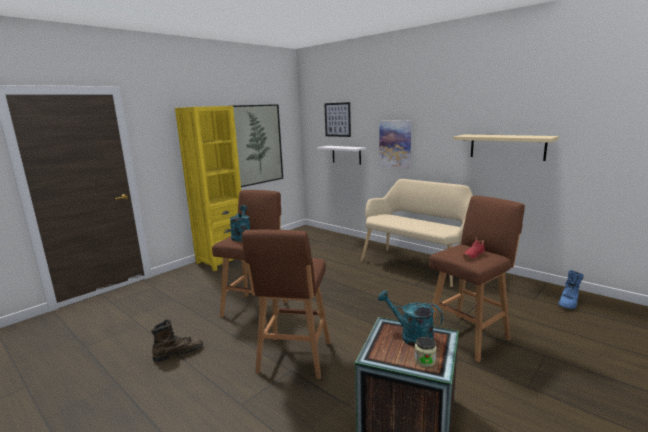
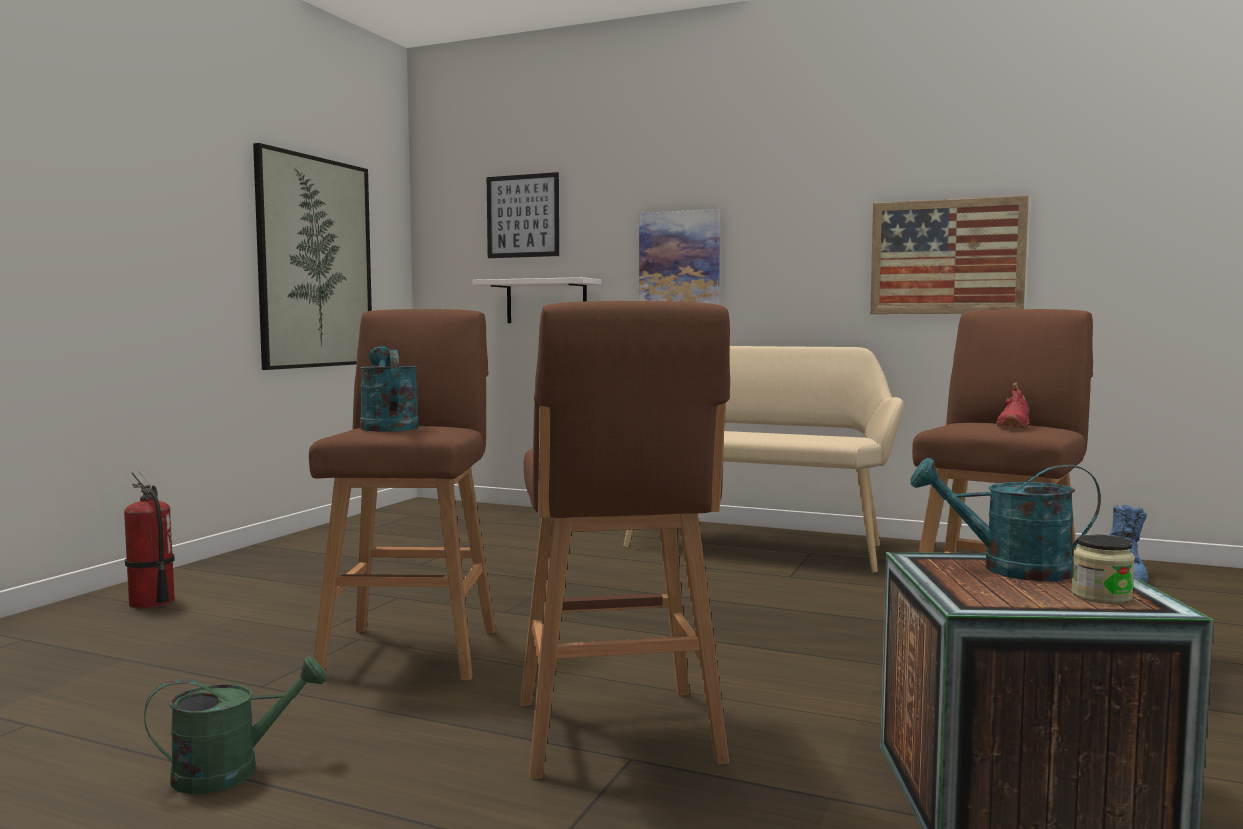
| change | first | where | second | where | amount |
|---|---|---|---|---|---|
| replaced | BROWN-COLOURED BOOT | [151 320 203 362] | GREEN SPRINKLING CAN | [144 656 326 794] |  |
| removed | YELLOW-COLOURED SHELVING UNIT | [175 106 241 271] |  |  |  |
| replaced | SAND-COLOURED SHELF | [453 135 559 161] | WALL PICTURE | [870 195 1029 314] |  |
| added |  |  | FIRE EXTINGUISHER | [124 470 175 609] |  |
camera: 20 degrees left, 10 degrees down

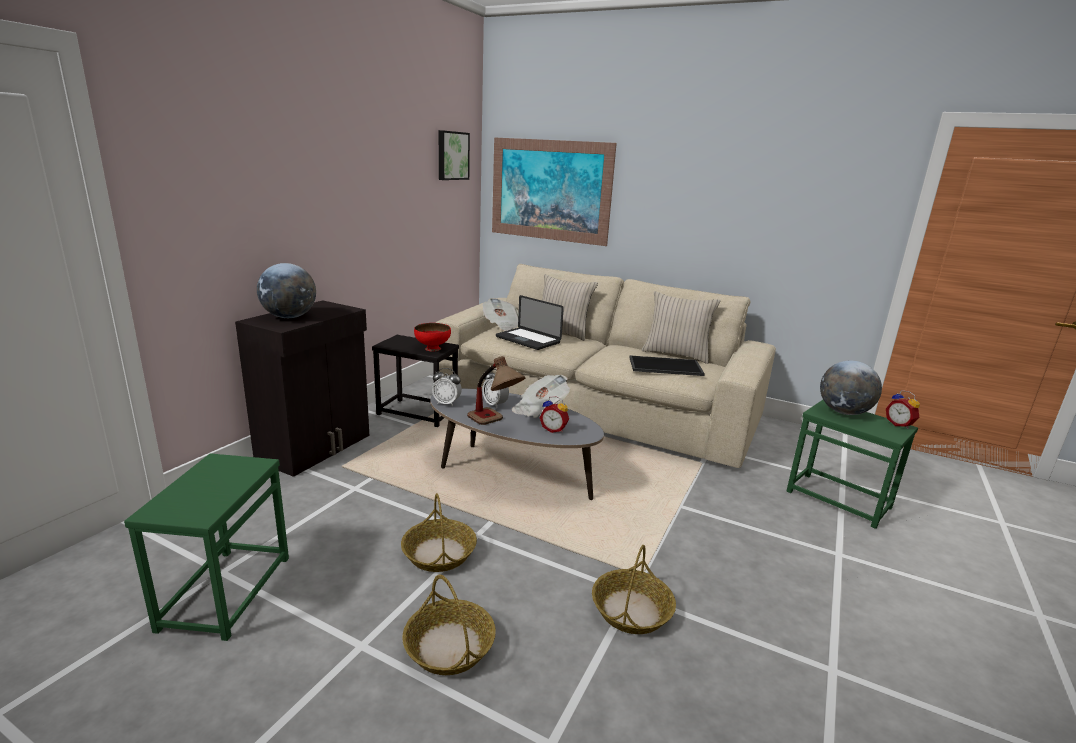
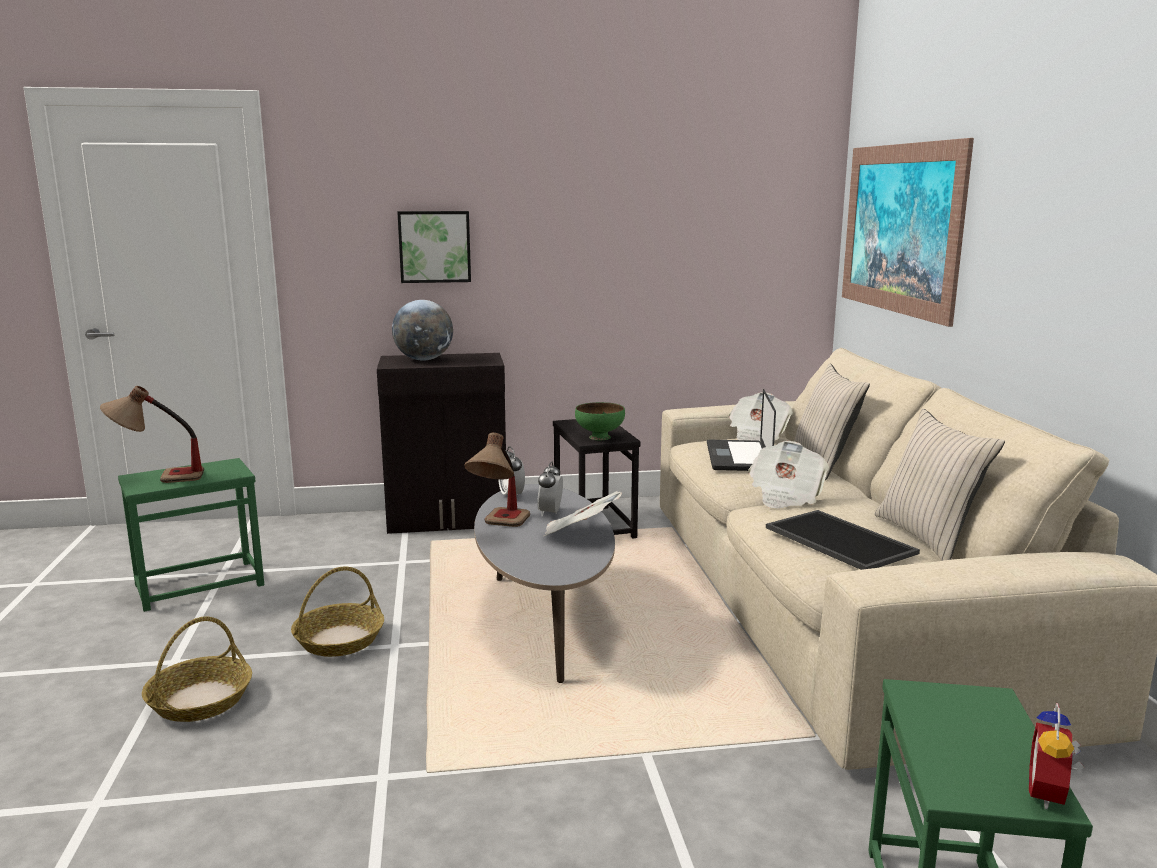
| change | first | where | second | where | amount |
|---|---|---|---|---|---|
| recoloured | RED BOWL | [414 323 451 352] | GREEN BOWL | [575 402 625 441] |  |
| moved | WALL PICTURE | [439 130 470 180] |  | [397 211 471 283] |  |
| removed | TABLE CLOCK | [539 396 569 433] |  |  |  |
| removed | BASKET | [592 545 676 634] |  |  |  |
| removed | GLOBE | [820 361 882 415] |  |  |  |
| added |  |  | LAMP FOR A TABLE | [100 386 204 483] |  |
| added |  |  | PRINTED PAPER | [748 441 829 508] |  |
camera: 55 degrees right, 5 degrees down

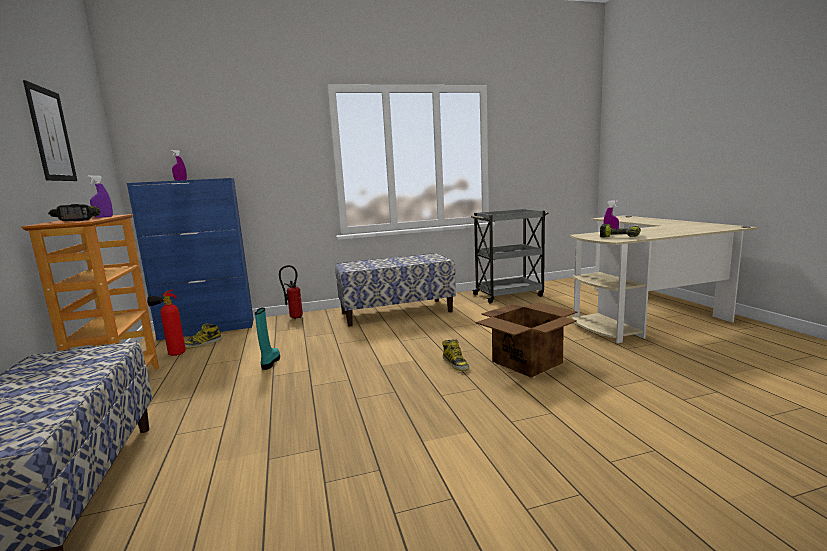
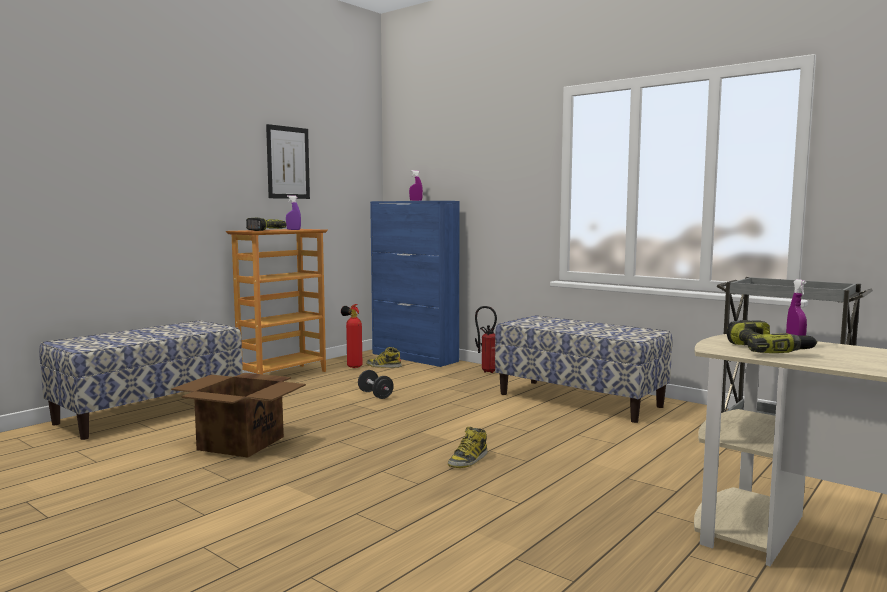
| change | first | where | second | where | amount |
|---|---|---|---|---|---|
| replaced | TURQUOISE-COLOURED BOOT | [255 308 280 370] | BLACKISH HAND WEIGHT | [358 370 394 399] |  |
| moved | CARDBOARD BOX | [476 302 577 378] |  | [171 373 306 458] |  |
camera: 55 degrees right, 5 degrees down

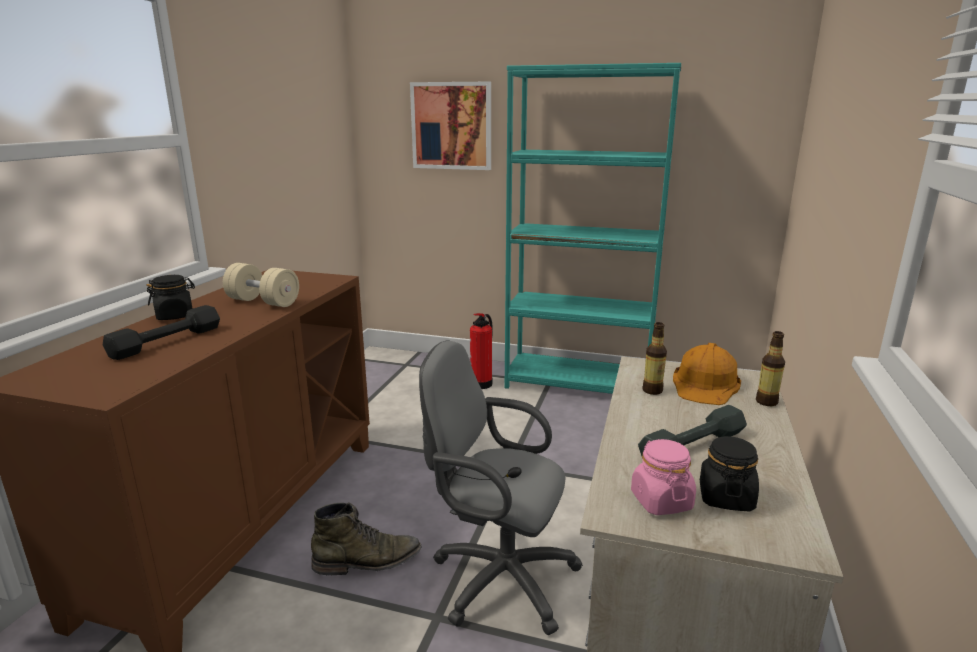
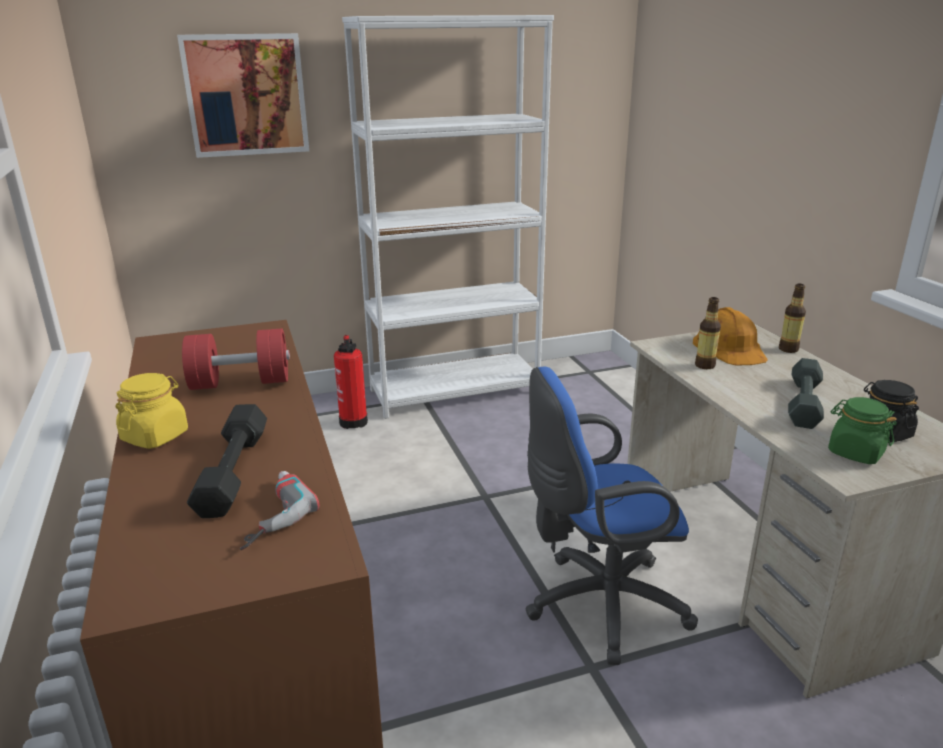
| change | first | where | second | where | amount |
|---|---|---|---|---|---|
| recoloured | BLACKISH PRESERVE JAR | [146 275 195 320] | YELLOW-COLOURED PRESERVE JAR | [115 373 188 449] |  |
| recoloured | SAND-COLOURED HAND WEIGHT | [223 263 299 307] | RED HAND WEIGHT | [182 328 290 390] |  |
| removed | GREEN BOOT | [311 502 421 575] |  |  |  |
| recoloured | GREY DESK CHAIR | [419 340 583 635] | BLUISH DESK CHAIR | [526 367 698 665] |  |
| recoloured | TURQUOISE-COLOURED SHELVING UNIT | [505 63 681 394] | WHITE SHELVING UNIT | [342 15 554 419] |  |
| recoloured | PINKISH PRESERVE JAR | [631 439 696 515] | GREEN PRESERVE JAR | [828 397 897 464] |  |
| added |  |  | POWER DRILL | [240 471 320 550] |  |
camera: 35 degrees left, 5 degrees up

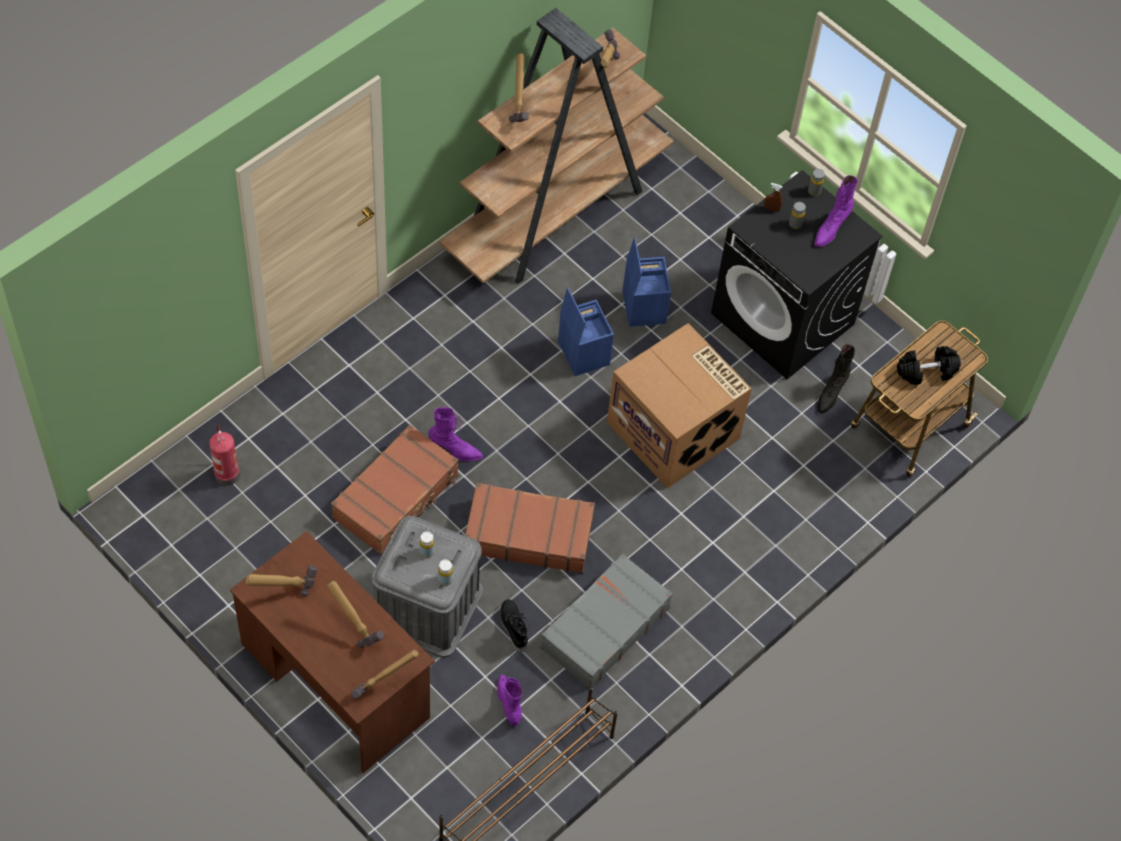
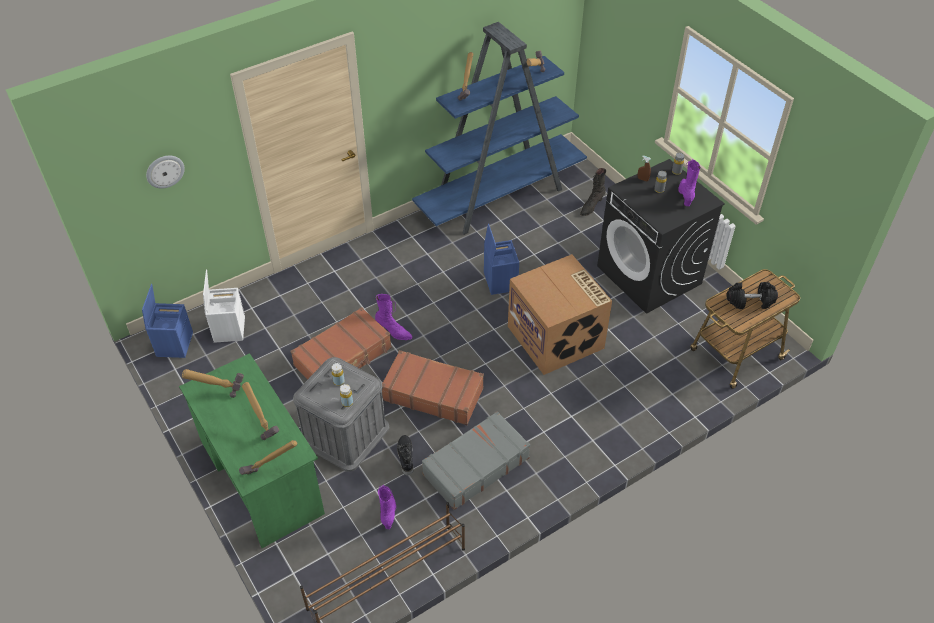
| change | first | where | second | where | amount |
|---|---|---|---|---|---|
| replaced | FIRE EXTINGUISHER | [209 425 239 486] | WHITE STORAGE CONTAINER | [203 270 245 343] |  |
| recoloured | BROWN-COLOURED DESK TABLE | [230 531 435 773] | GREEN DESK TABLE | [179 353 325 548] |  |
| recoloured | BROWN-COLOURED SHELVING UNIT | [439 8 674 284] | BLUISH SHELVING UNIT | [412 22 587 235] |  |
| moved | BLUISH STORAGE CONTAINER | [623 237 671 327] |  | [142 284 193 358] |  |
| turned | PURPLE BOOT | [814 175 857 247] |  | [678 159 700 206] | 135 degrees clockwise |
| moved | BLACKISH BOOT | [818 344 855 413] |  | [580 168 606 216] |  |
| added |  |  | WALL CLOCK | [146 156 185 189] |  |
camera: 15 degrees right, 10 degrees down

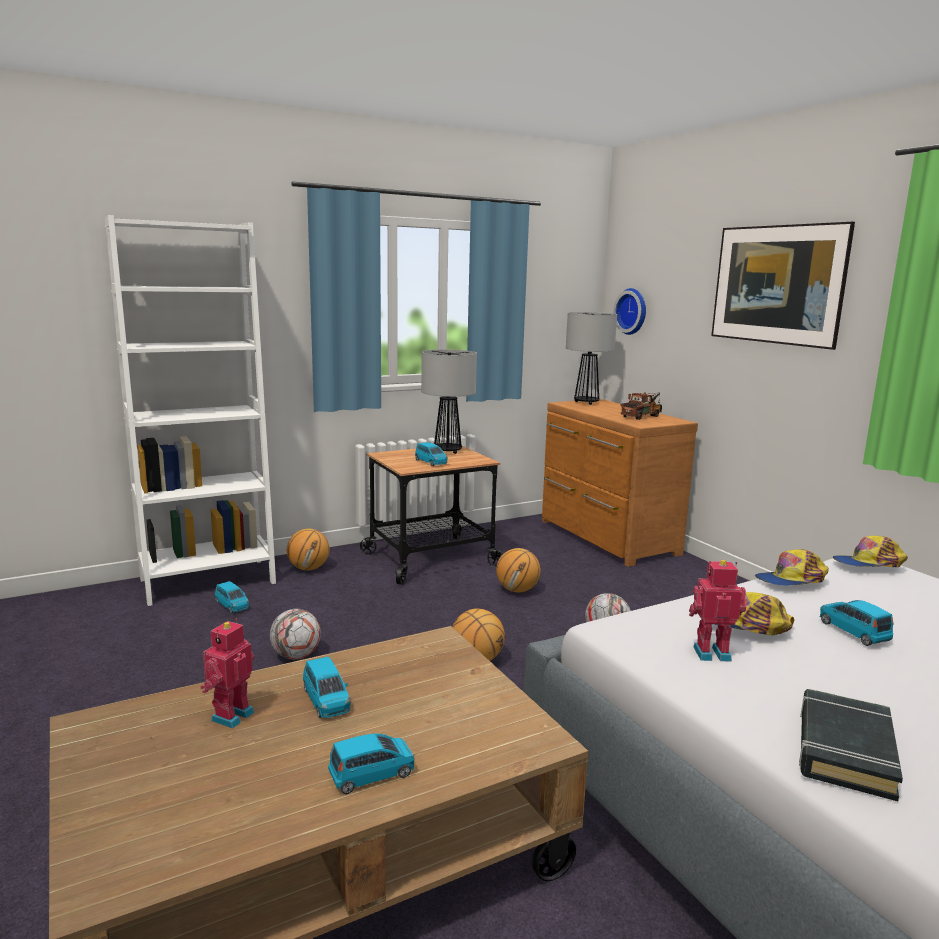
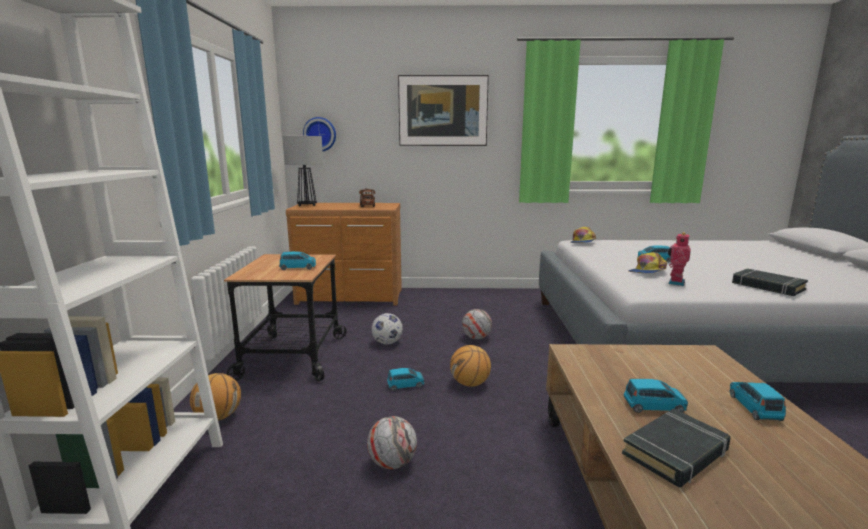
| change | first | where | second | where | amount |
|---|---|---|---|---|---|
| replaced | MODEL ROBOT | [200 619 254 729] | BLACKISH BOOK | [622 409 730 487] |  |
| moved | BLUISH MINIATURE CAR | [215 581 249 613] |  | [387 368 424 391] |  |
| removed | LAMP FOR A TABLE | [421 349 477 454] |  |  |  |
| replaced | BASKETBALL BALL | [496 548 541 592] | FOOTBALL BALL | [371 313 403 344] |  |
| removed | BASEBALL CAP | [755 549 829 586] |  |  |  |
camera: 60 degrees left, 0 degrees up

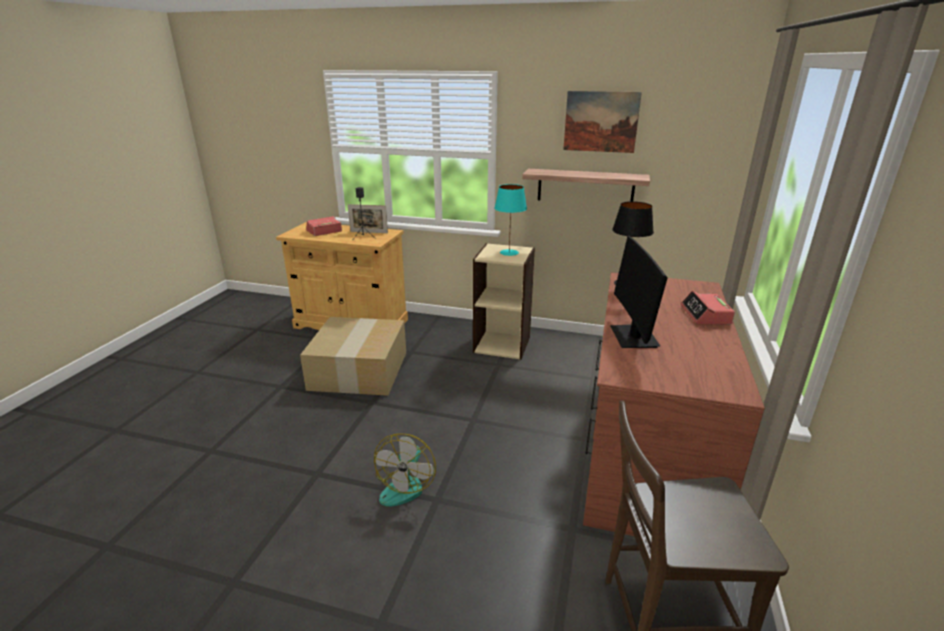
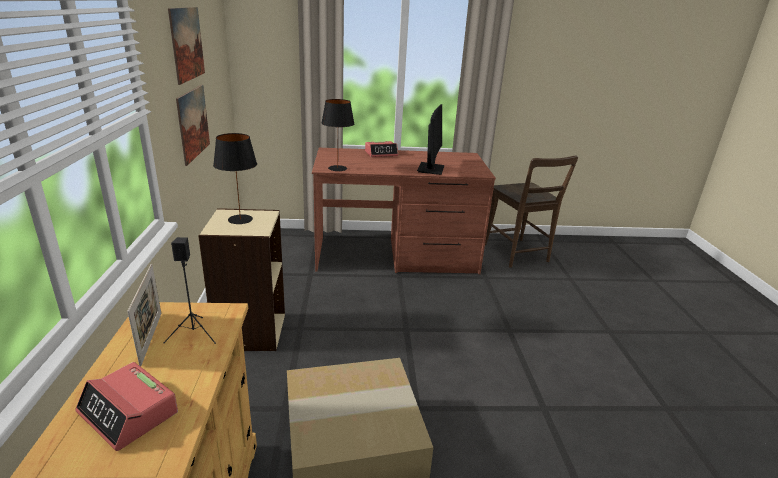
| change | first | where | second | where | amount |
|---|---|---|---|---|---|
| removed | COOLING FAN | [374 434 436 507] |  |  |  |
| recoloured | TURQUOISE-COLOURED LAMP FOR A TABLE | [494 184 527 256] | BLACKISH LAMP FOR A TABLE | [213 133 257 224] |  |
| replaced | SHELF | [522 169 650 201] | WALL PICTURE | [176 85 210 166] |  |
| turned | MONITOR | [610 236 667 348] |  | [417 104 444 175] | 60 degrees counterclockwise |
camera: 110 degrees left, 0 degrees up

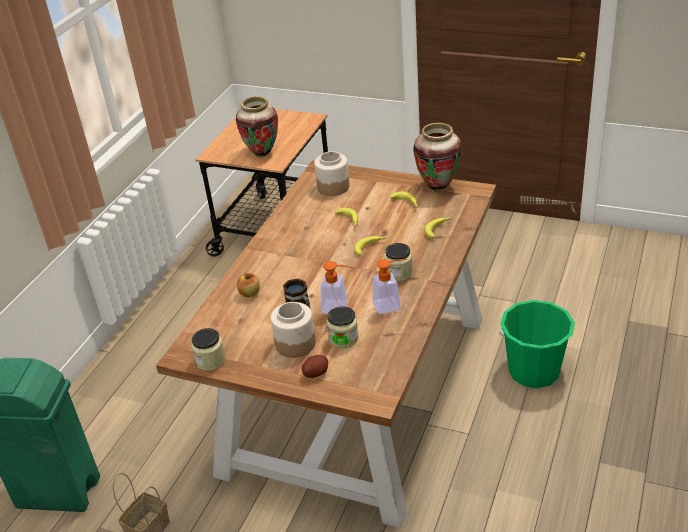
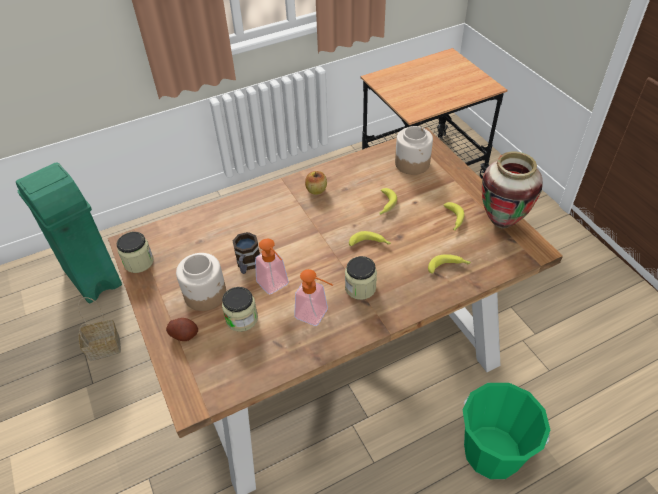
| change | first | where | second | where | amount |
|---|---|---|---|---|---|
| removed | FLOWER VASE | [236 96 278 157] |  |  |  |
| moved | APPLE FRUIT | [237 273 260 298] |  | [305 171 327 195] |  |
camera: 40 degrees right, 10 degrees up

